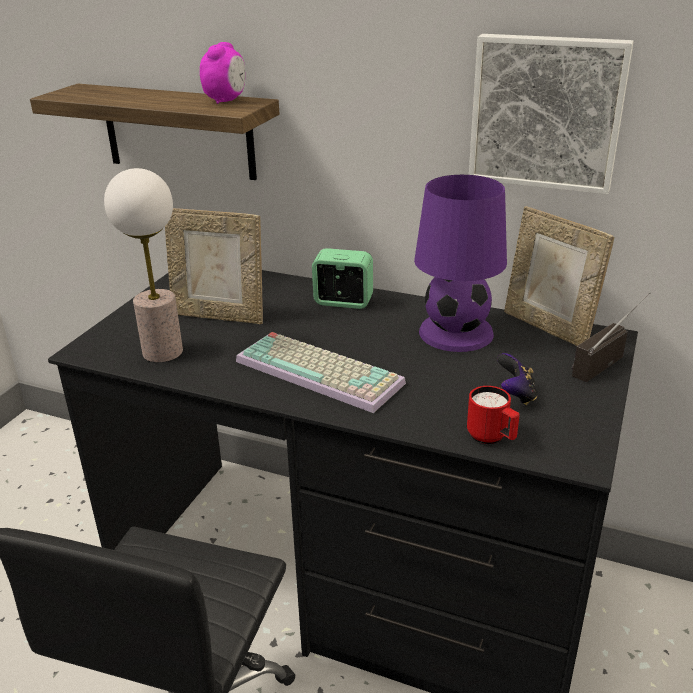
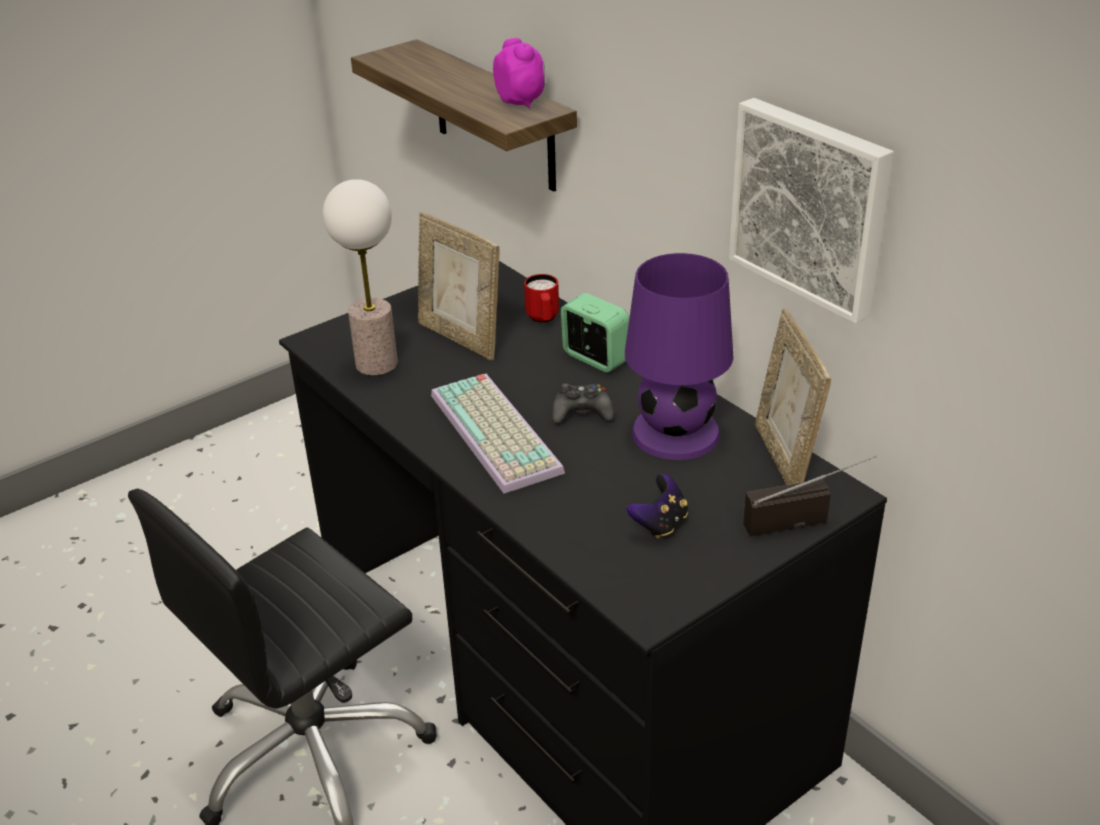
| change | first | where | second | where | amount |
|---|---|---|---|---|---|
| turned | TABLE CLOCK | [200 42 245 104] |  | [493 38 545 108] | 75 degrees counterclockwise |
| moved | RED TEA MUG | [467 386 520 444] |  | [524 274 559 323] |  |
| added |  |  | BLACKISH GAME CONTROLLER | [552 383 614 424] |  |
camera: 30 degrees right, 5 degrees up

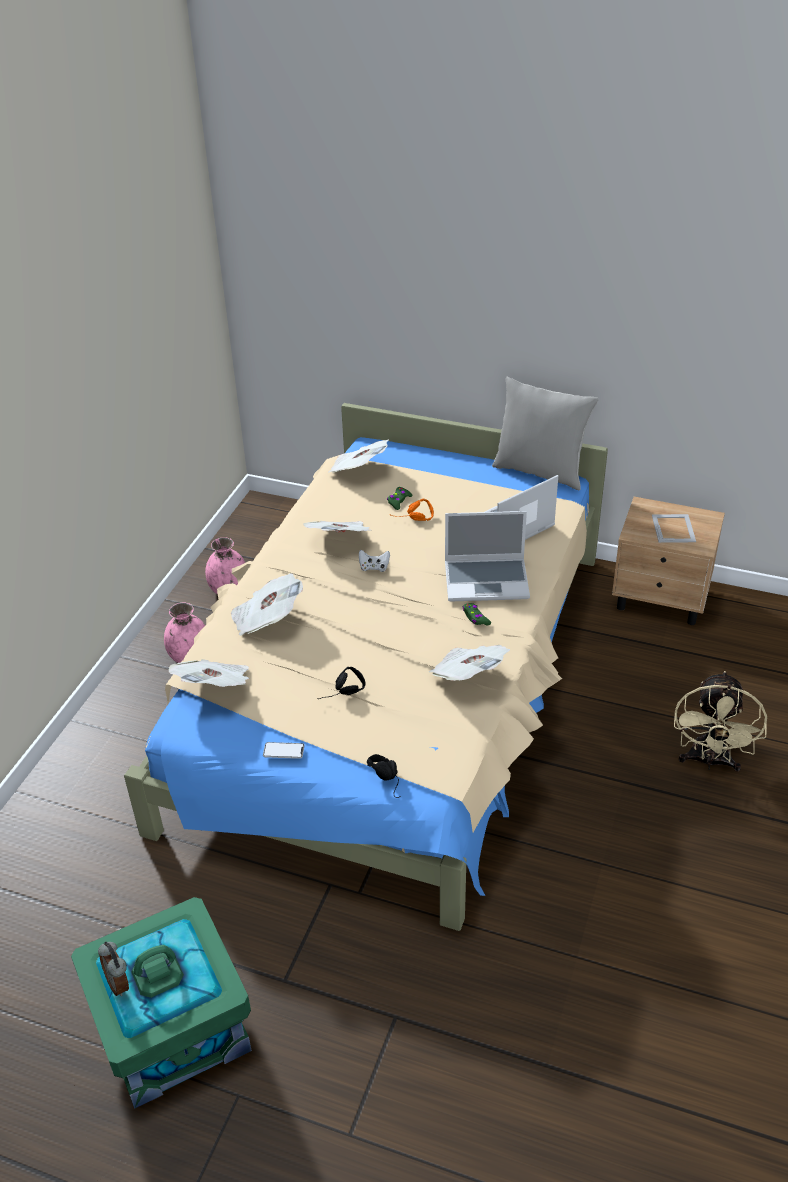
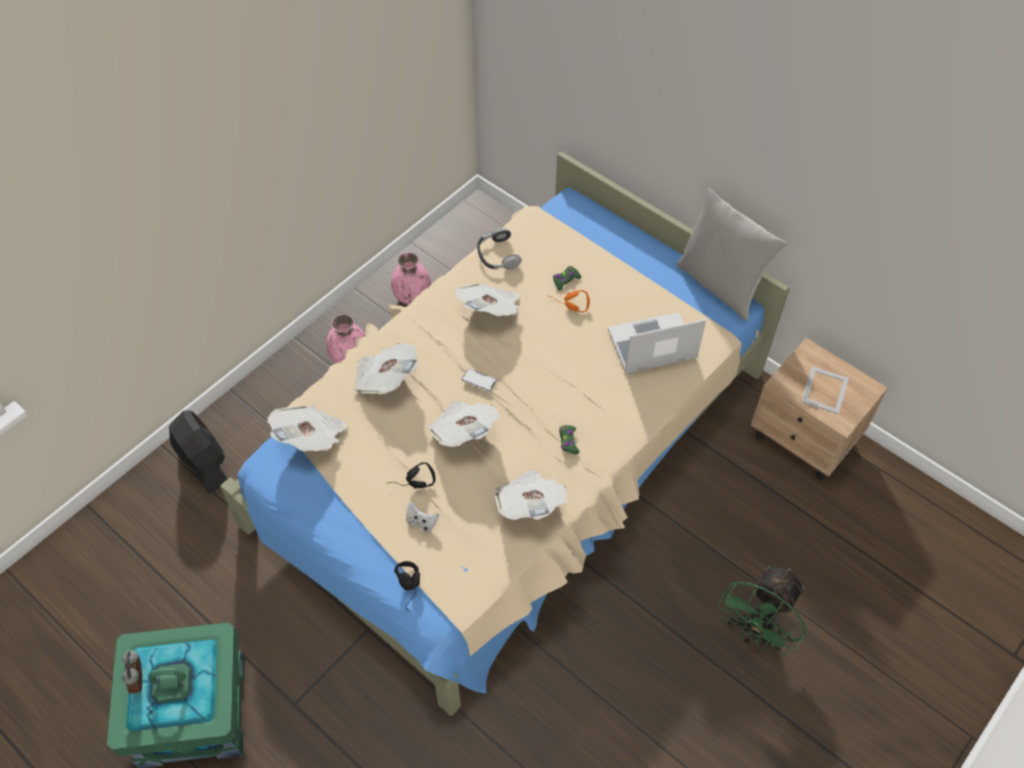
| change | first | where | second | where | amount |
|---|---|---|---|---|---|
| moved | PHONE | [263 742 304 759] |  | [461 369 497 391] |  |
| moved | PRINTED PAPER | [328 440 389 473] |  | [428 400 500 447] |  |
| moved | WHITE GAME CONTROLLER | [359 550 390 572] |  | [406 502 439 533] |  |
| removed | NOTEBOOK COMPUTER | [445 511 530 601] |  |  |  |
| recoloured | SAND-COLOURED COOLING FAN | [674 671 767 772] | GREEN COOLING FAN | [717 566 806 656] |  |
| added |  |  | BLACKISH COOLING FAN | [169 410 228 494] |  |
| added |  |  | HEADSET | [477 228 522 270] |  |
camera: 20 degrees right, 15 degrees up

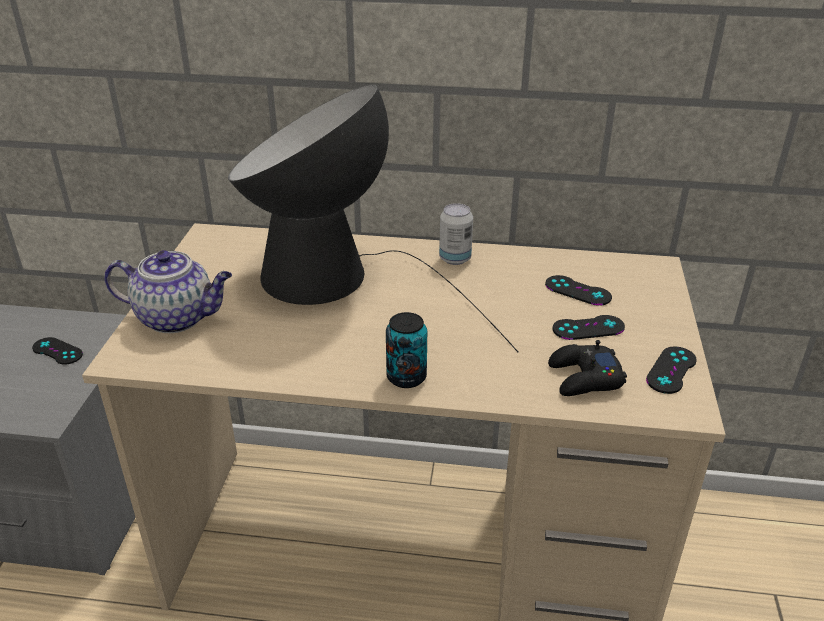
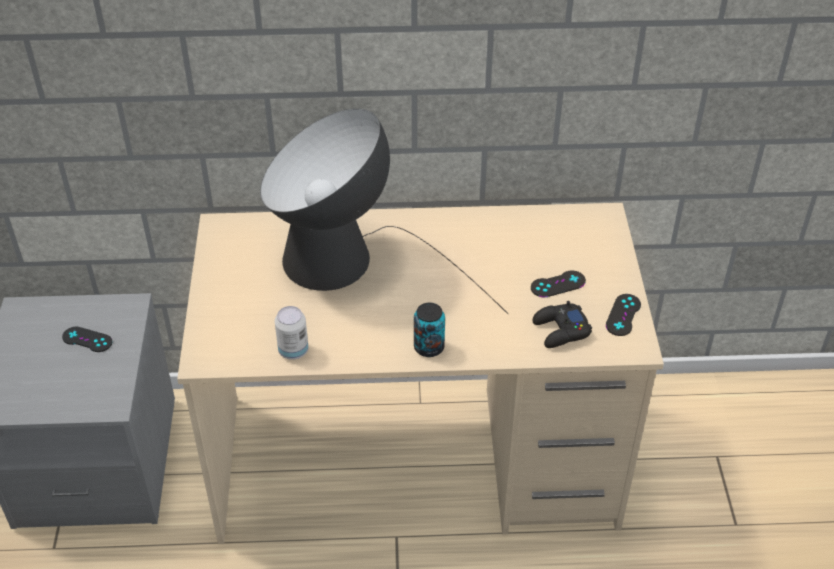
| change | first | where | second | where | amount |
|---|---|---|---|---|---|
| removed | TEAPOT | [104 250 232 333] |  |  |  |
| moved | METAL CAN | [439 203 473 265] |  | [275 306 308 360] |  |
| removed | BLACKISH GAME CONTROLLER | [545 275 612 306] |  |  |  |
camera: 10 degrees left, 10 degrees up

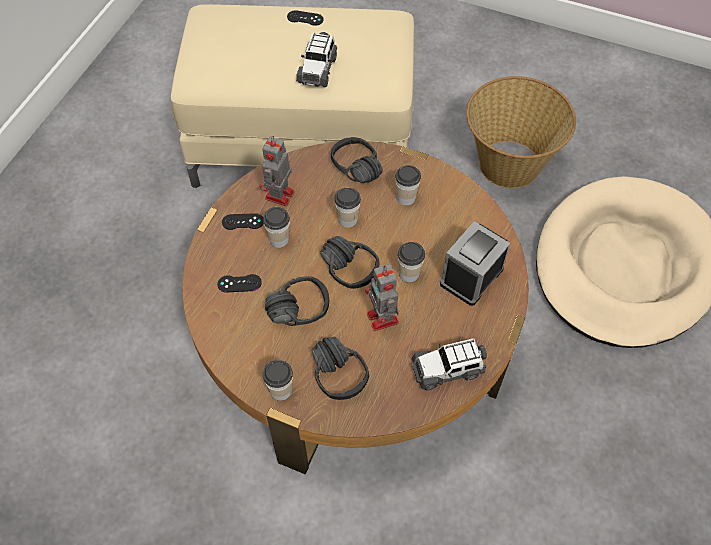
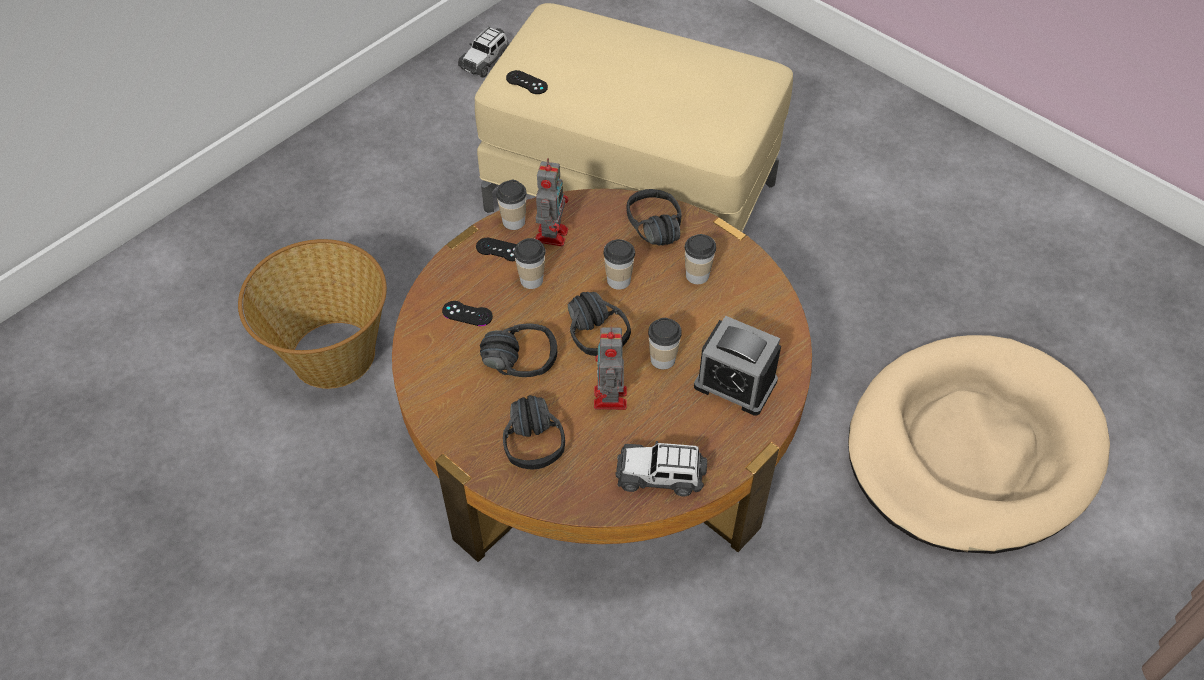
| change | first | where | second | where | amount |
|---|---|---|---|---|---|
| turned | MODEL ROBOT | [260 136 295 206] |  | [535 158 569 246] | 150 degrees clockwise |
| moved | SMALL CUP | [263 360 293 401] |  | [496 180 527 230] |  |
| moved | BLACKISH GAME CONTROLLER | [287 10 324 26] |  | [506 70 548 94] |  |
| moved | MINIATURE CAR | [296 32 337 87] |  | [458 27 509 78] |  |
| turned | TABLE CLOCK | [440 221 510 306] |  | [694 316 781 415] | 120 degrees counterclockwise |
| moved | BASKET | [466 76 576 188] |  | [238 239 387 389] |  |
camera: 20 degrees right, 5 degrees down

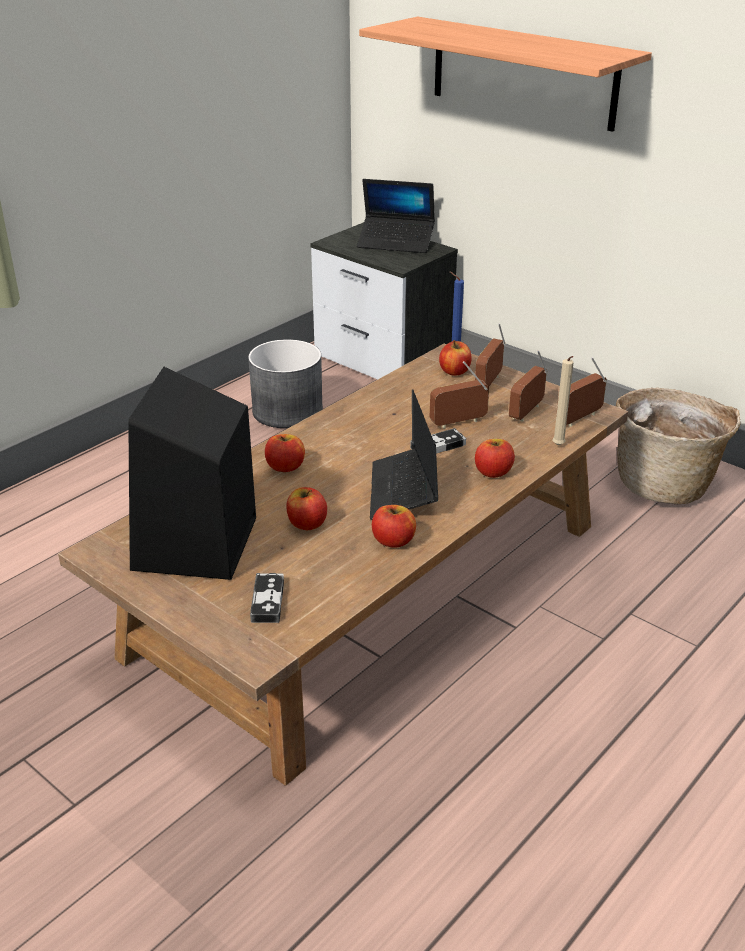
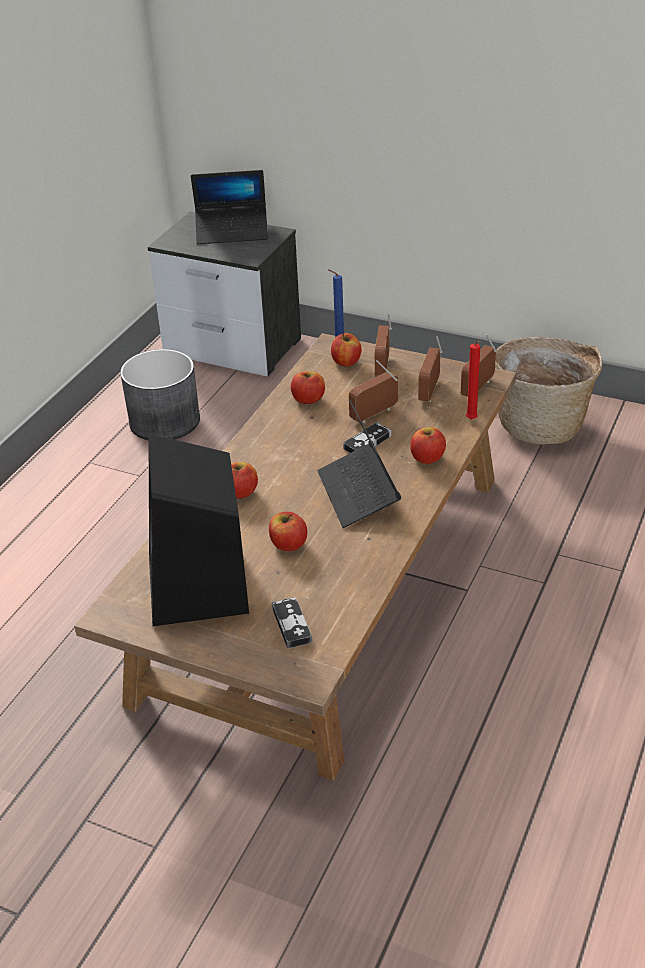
| change | first | where | second | where | amount |
|---|---|---|---|---|---|
| removed | SHELF | [359 17 652 132] |  |  |  |
| moved | APPLE FRUIT | [372 505 416 548] |  | [291 371 325 404] |  |
| recoloured | SAND-COLOURED WAX LIGHT | [552 356 574 446] | RED WAX LIGHT | [466 341 481 420] |  |
camera: 15 degrees left, 5 degrees up

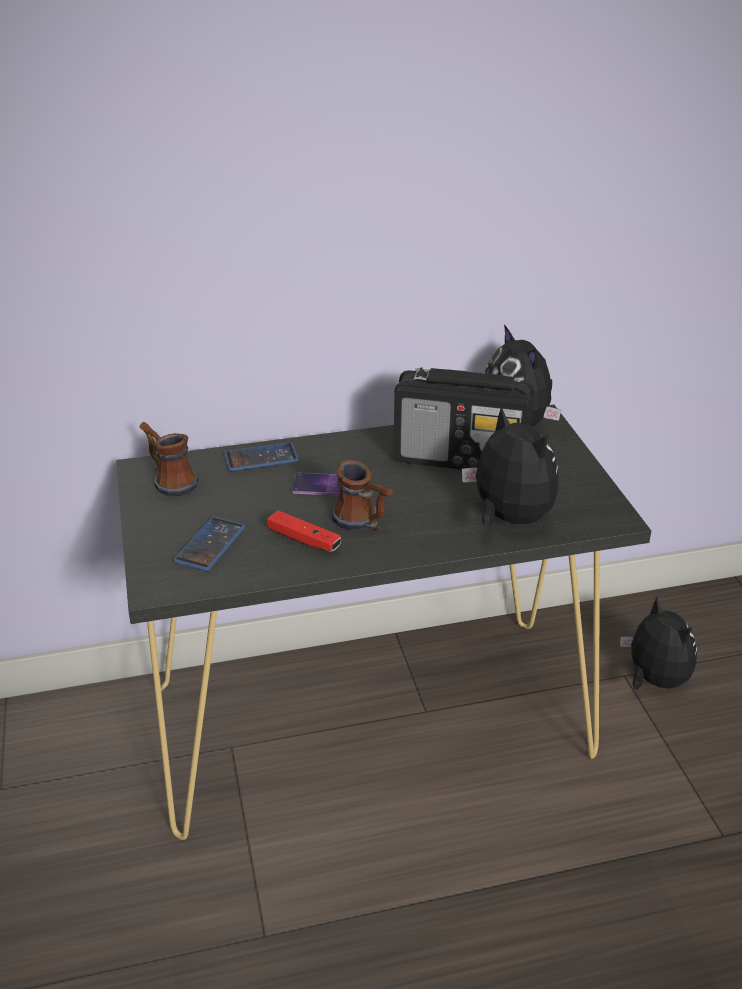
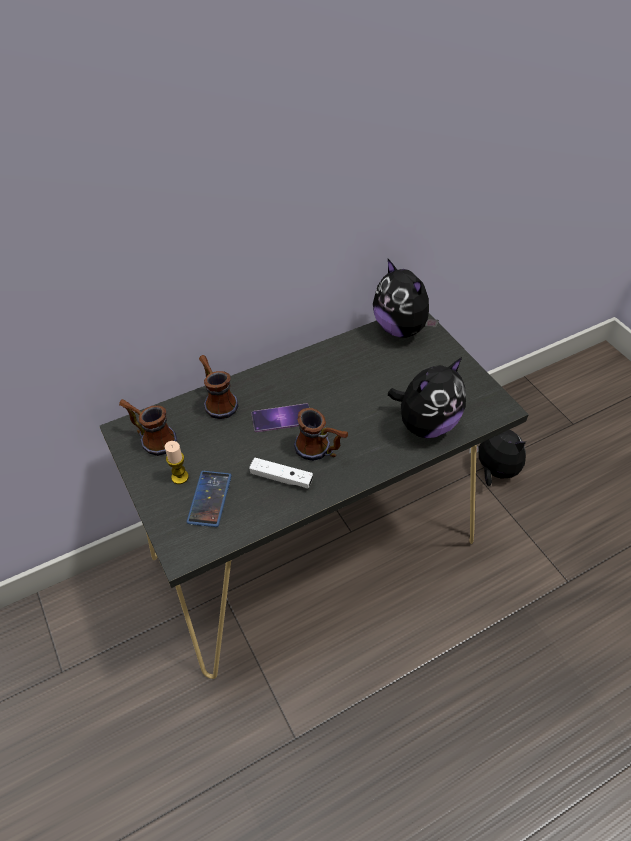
| change | first | where | second | where | amount |
|---|---|---|---|---|---|
| replaced | PHONE | [224 442 299 471] | TEA MUG | [199 355 239 419] |  |
| recoloured | RED GAME CONTROLLER | [267 510 341 552] | WHITE GAME CONTROLLER | [249 458 313 489] |  |
| removed | RADIO | [394 367 535 470] |  |  |  |
| turned | SOFT TOY | [462 406 559 527] |  | [388 357 466 438] | 105 degrees clockwise |
| added |  |  | WAX LIGHT | [165 441 189 484] |  |
camera: 15 degrees left, 15 degrees up

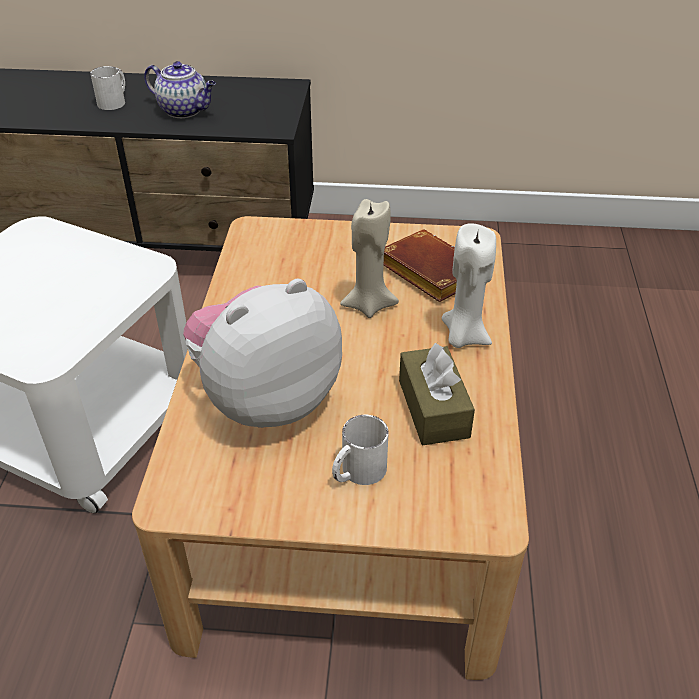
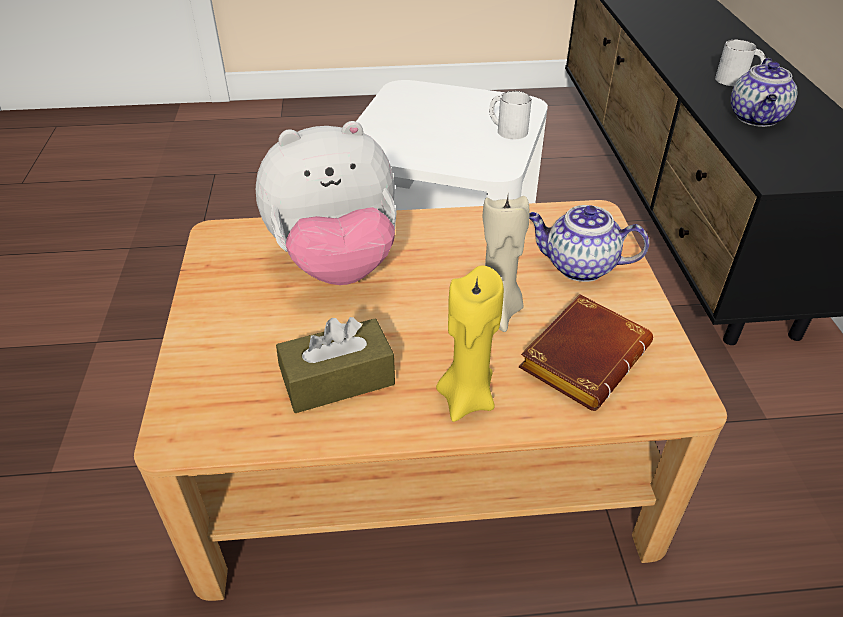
| change | first | where | second | where | amount |
|---|---|---|---|---|---|
| turned | SOFT TOY | [183 279 342 428] |  | [256 121 397 285] | 120 degrees clockwise |
| moved | WHITE TEA MUG | [332 415 389 485] |  | [489 91 532 139] |  |
| recoloured | WHITE WAX LIGHT | [442 223 496 348] | YELLOW-COLOURED WAX LIGHT | [436 265 504 422] |  |
| added |  |  | TEAPOT | [529 205 649 282] |  |
camera: 80 degrees right, 0 degrees up

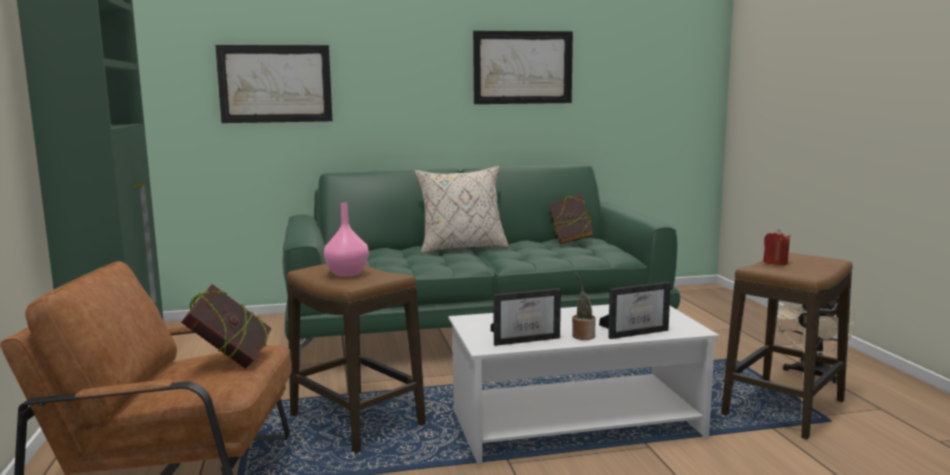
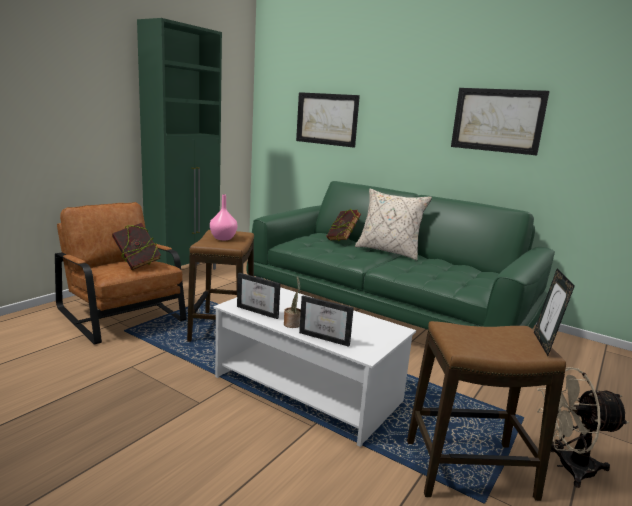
| change | first | where | second | where | amount |
|---|---|---|---|---|---|
| moved | BOOK | [549 195 593 244] |  | [326 209 361 241] |  |
| removed | RED WAX LIGHT | [763 229 791 265] |  |  |  |
| added |  |  | PHOTO FRAME | [534 269 575 356] |  |
camera: 45 degrees right, 5 degrees up

